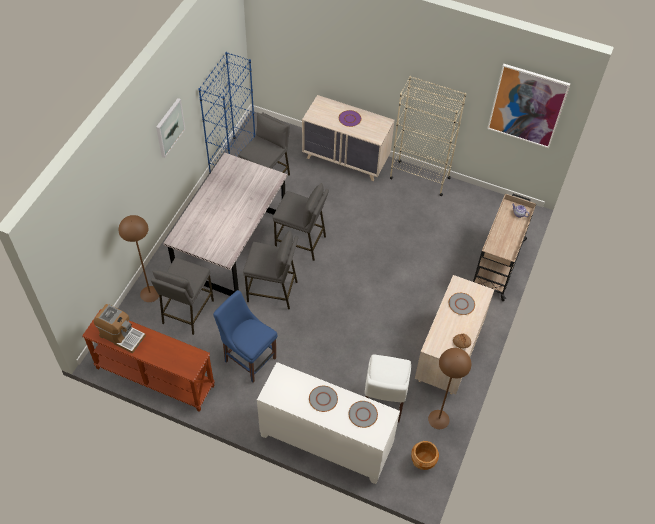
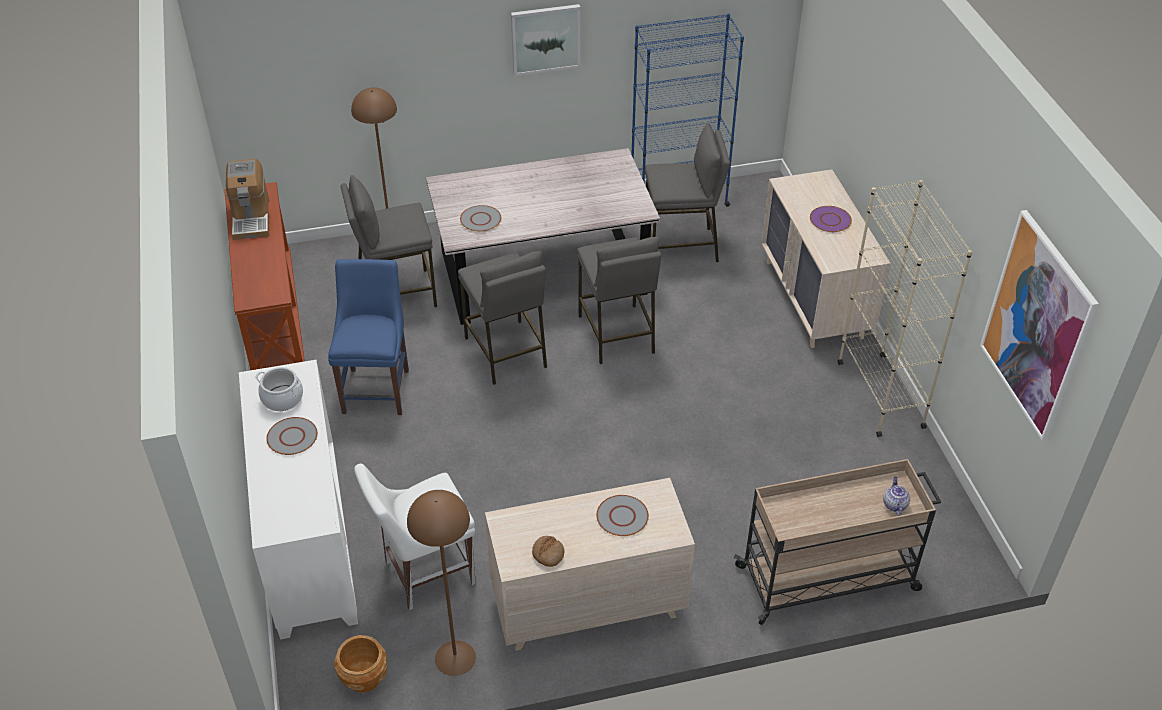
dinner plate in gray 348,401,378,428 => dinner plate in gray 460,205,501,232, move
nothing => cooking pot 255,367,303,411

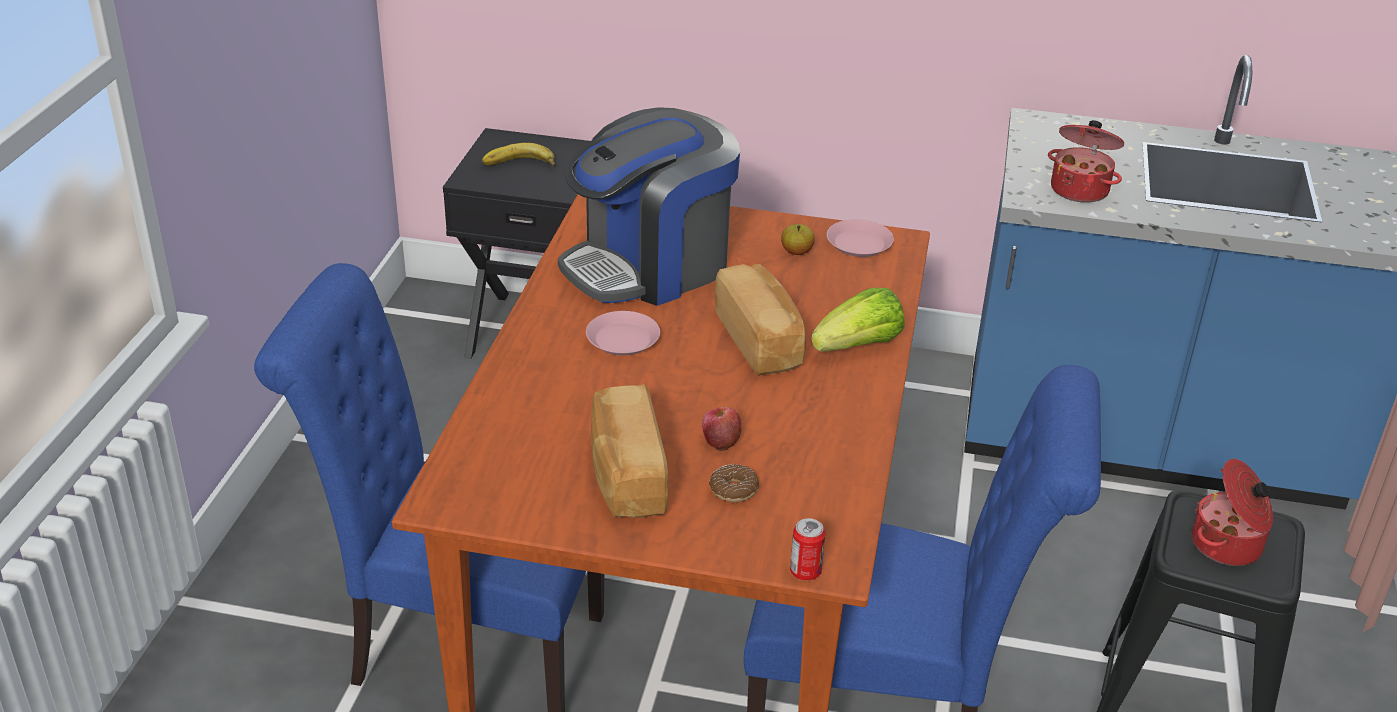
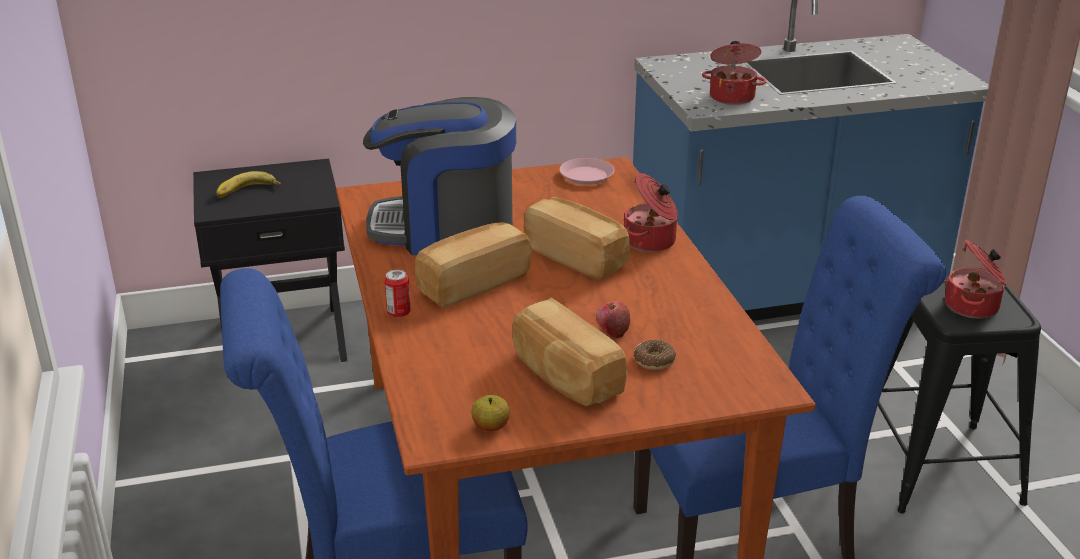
coffee brewer 558,107,740,306 => coffee brewer 363,97,516,255, 60 degrees clockwise
dinner plate in pink 586,311,660,355 => baked bread 415,222,532,307
whole apple 781,224,815,255 => whole apple 471,395,510,432, move
can 790,518,825,581 => can 384,270,411,318, move
lettuce 811,288,905,352 => cooking pot 623,173,678,252

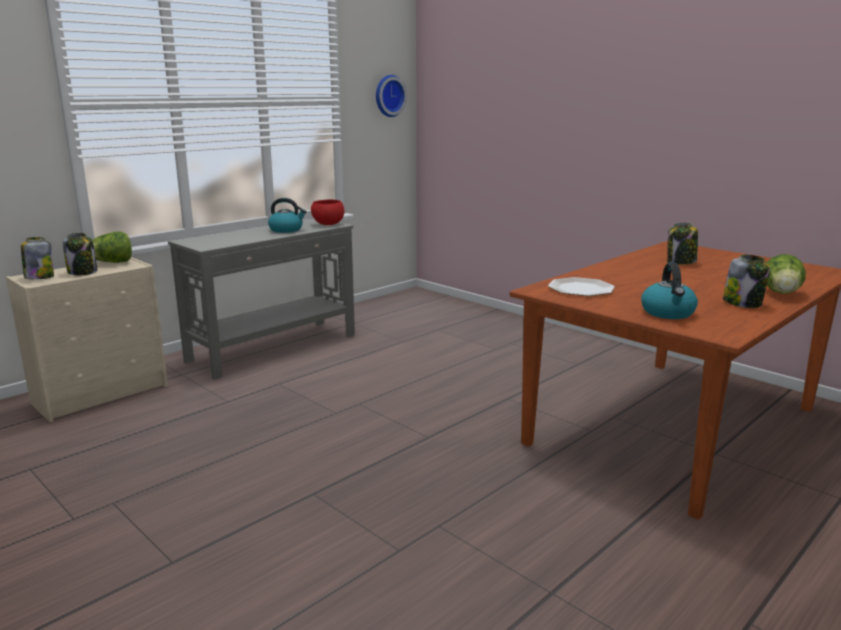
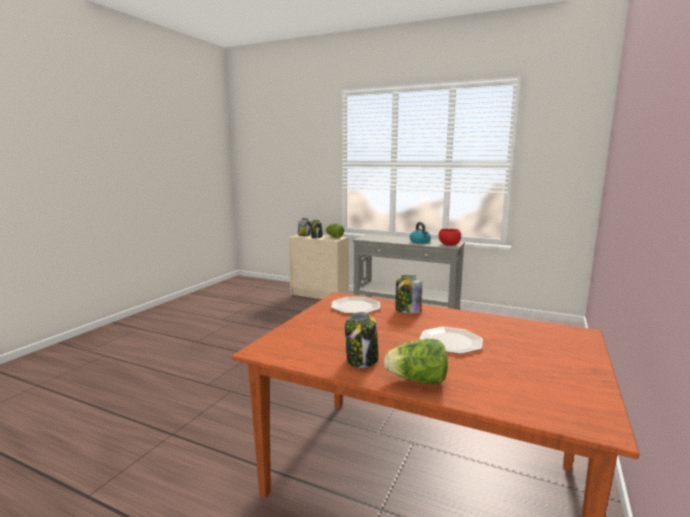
wall clock 376,75,407,117 => nothing
tea kettle 641,263,698,319 => nothing
jar 667,223,698,265 => jar 396,275,422,314, move
nothing => dinner plate 419,327,483,354

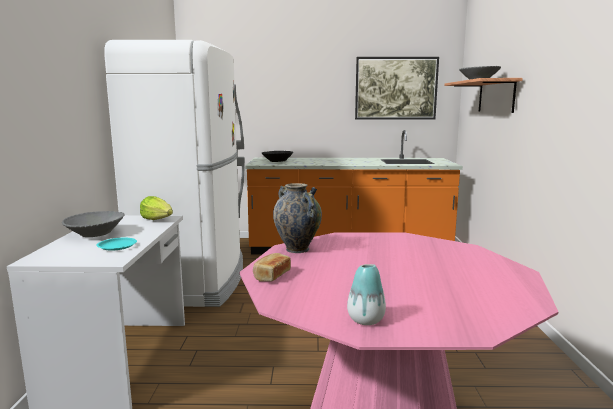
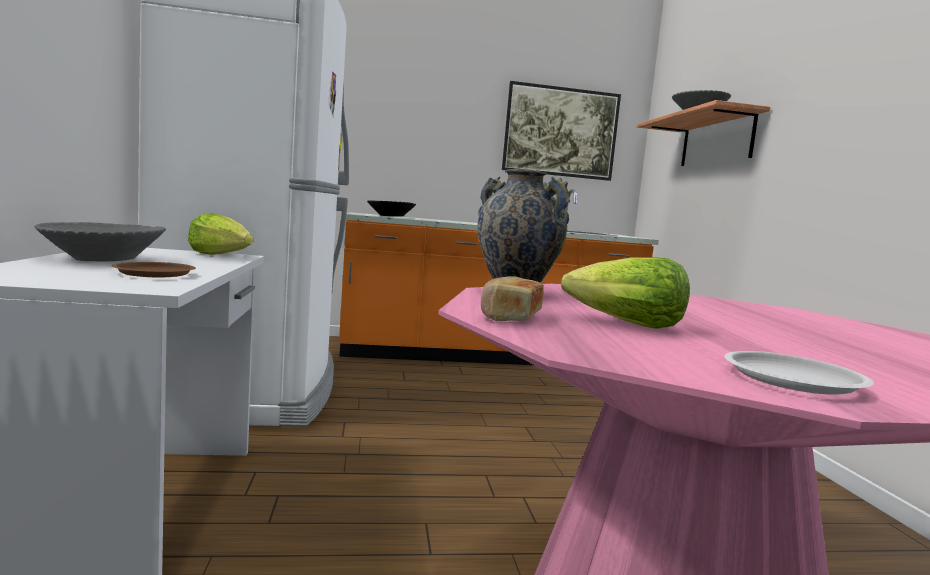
dinner plate in turquoise 96,238,137,251 => dinner plate in brownish 111,262,196,277
flower vase 347,264,386,325 => dinner plate in whitish 724,351,874,395
nothing => lettuce 561,257,690,329

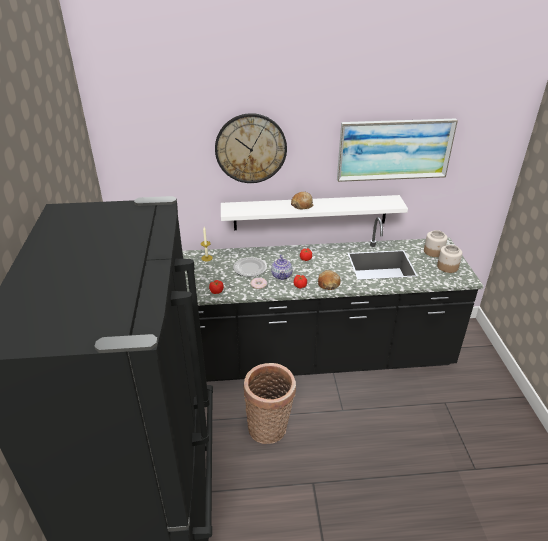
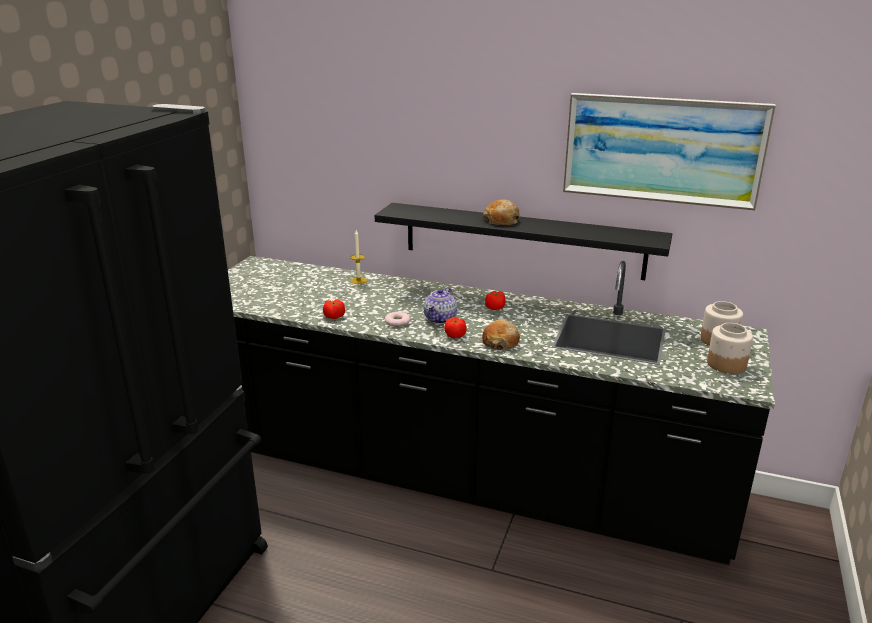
wall clock 215,113,287,183 => nothing
wall shelf in whitish 221,195,408,230 => wall shelf in black-coloured 375,203,672,280
dinner plate 233,257,267,277 => nothing
storage basket 243,363,296,444 => nothing

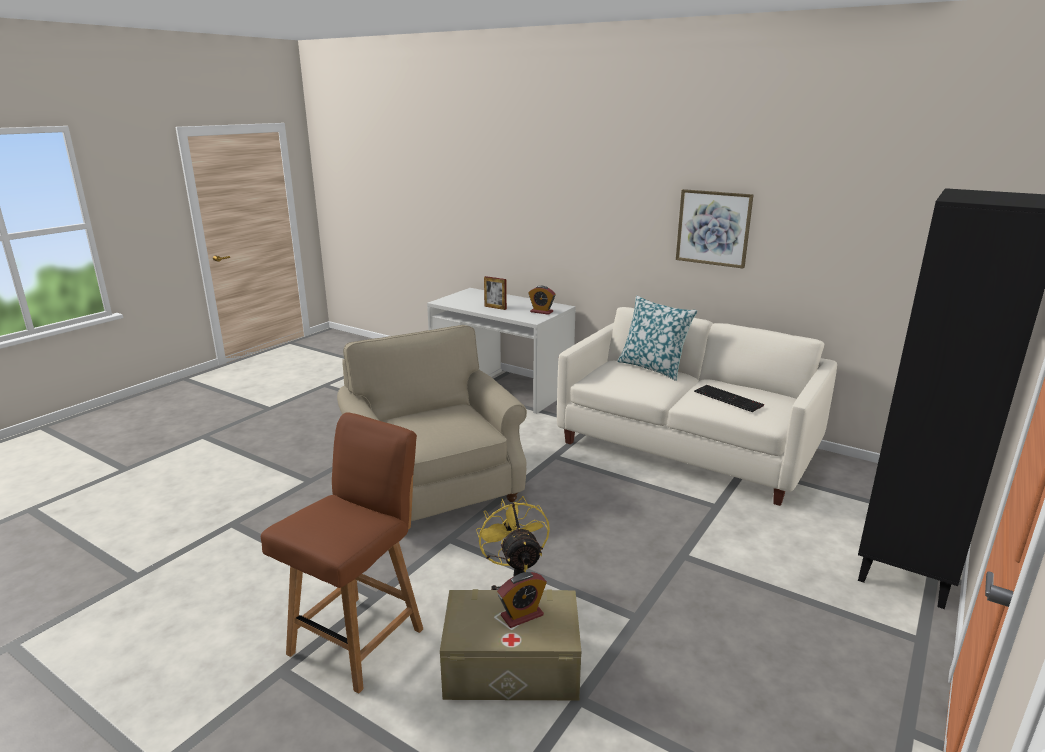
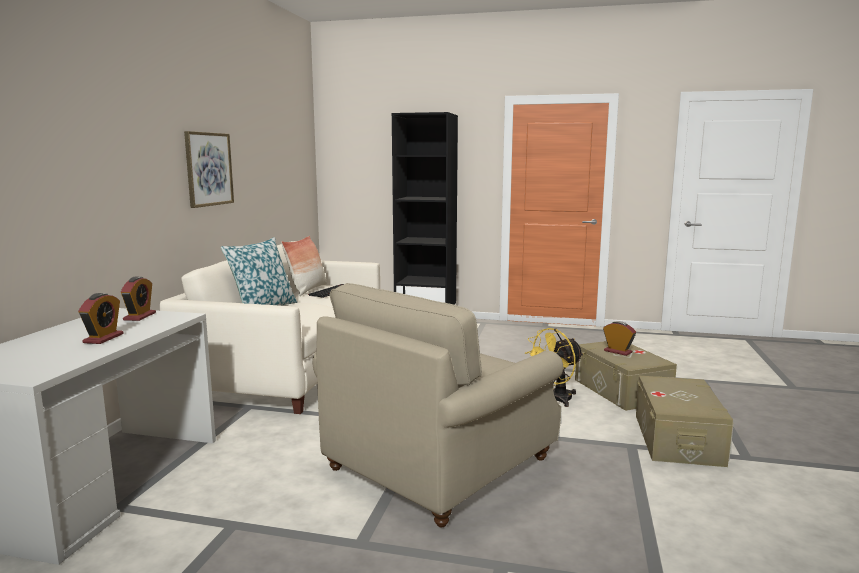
chair in brownish 261,412,423,693 => storage container in beige 636,376,734,467
standing frame 484,276,507,310 => bedside clock 78,293,124,344
nothing => pillow 281,236,327,296

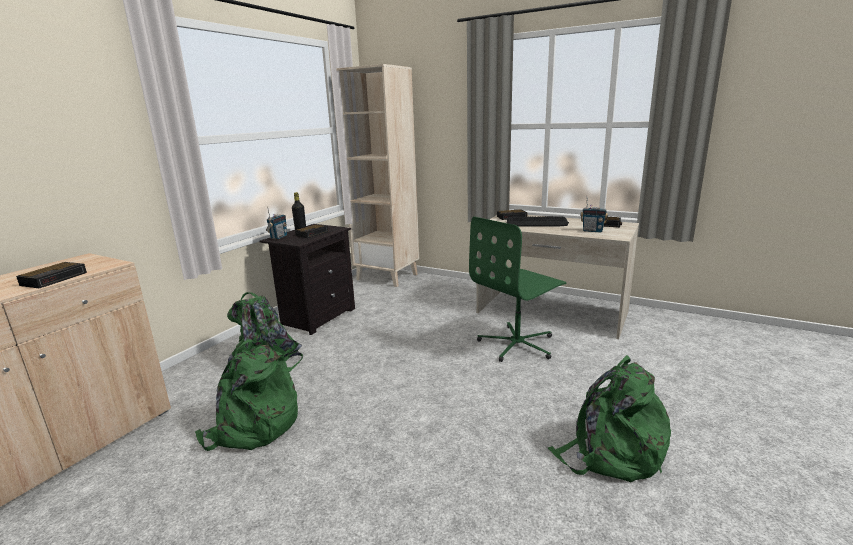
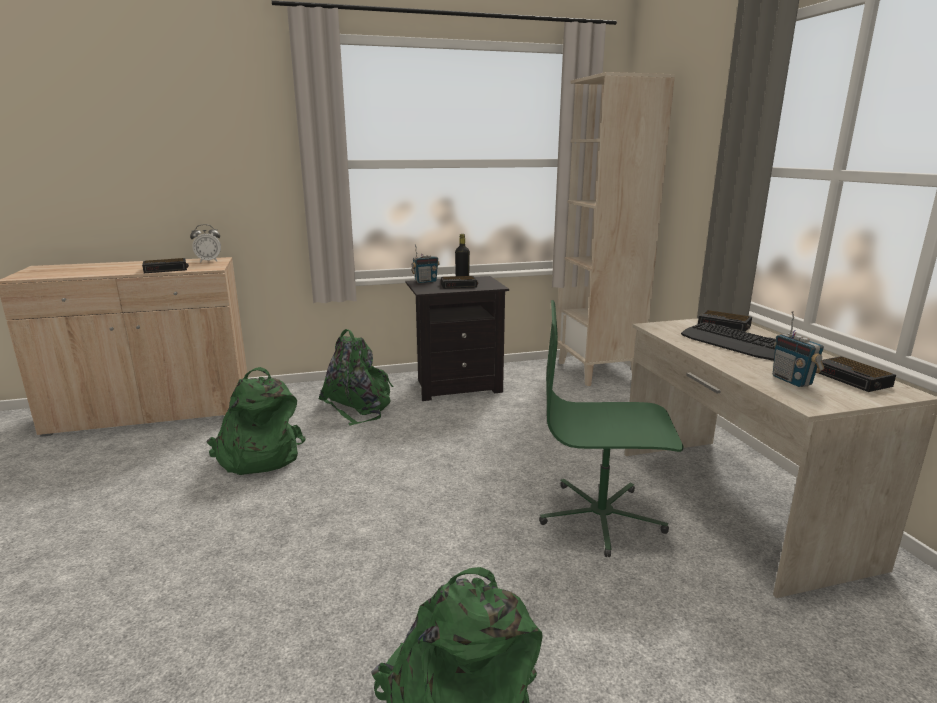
nothing => bedside clock 190,224,221,263

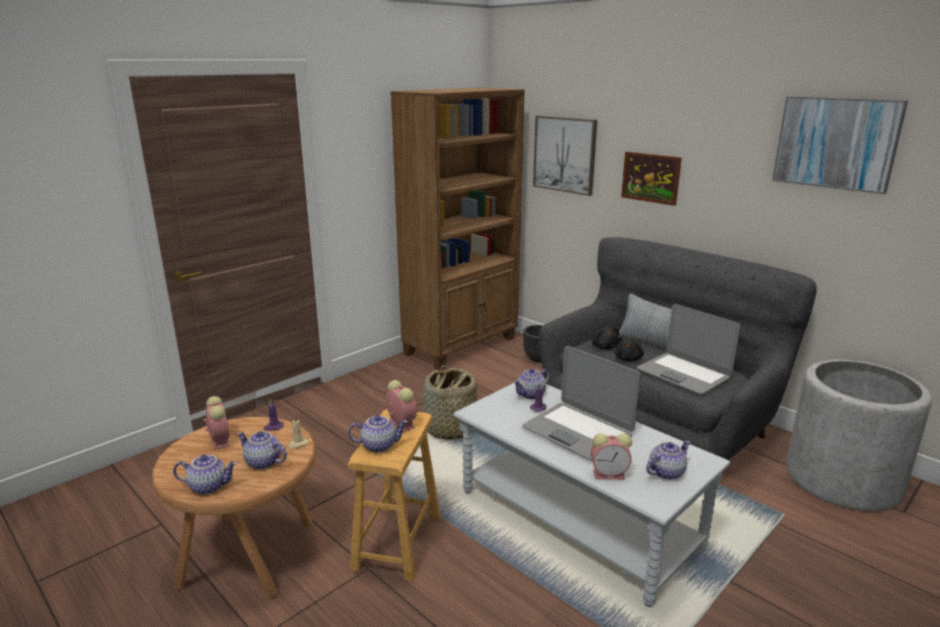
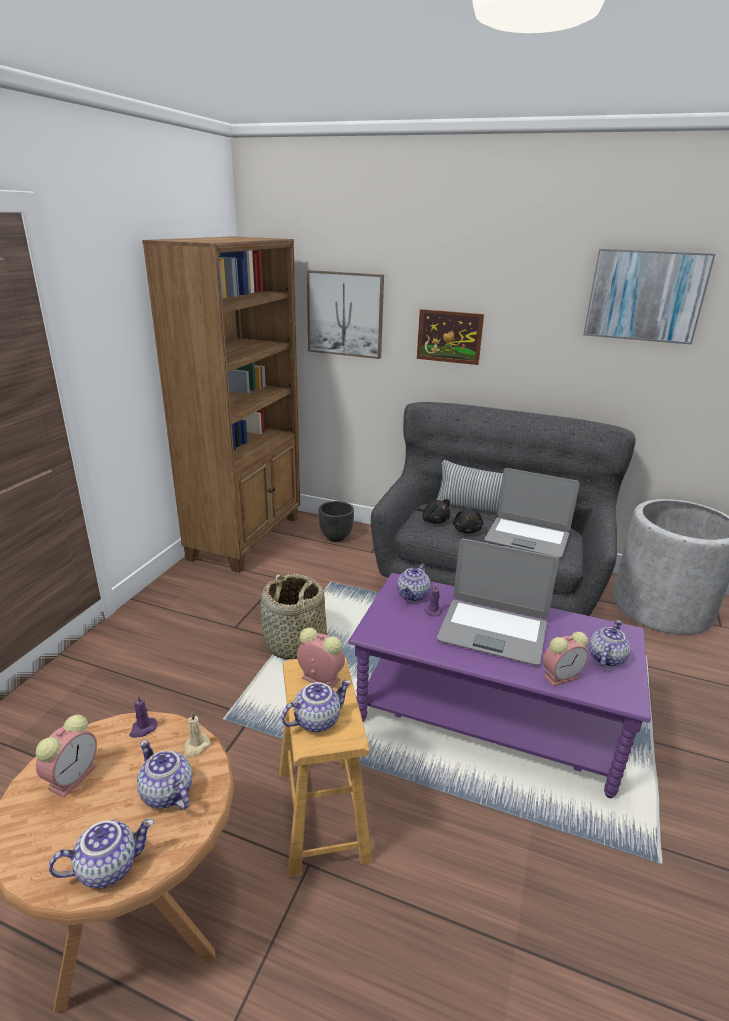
bedside clock 203,396,230,450 => bedside clock 36,715,97,798, 75 degrees clockwise
teapot 237,431,287,469 => teapot 137,740,192,810, 45 degrees clockwise
coffee table in gray 453,383,730,607 => coffee table in purple-coloured 349,573,651,798

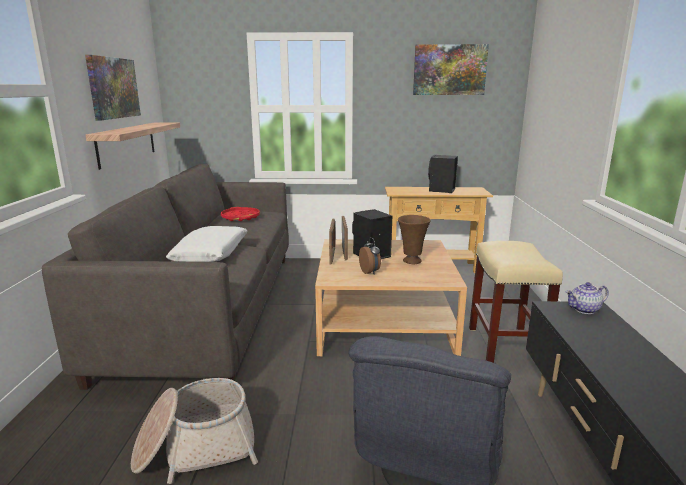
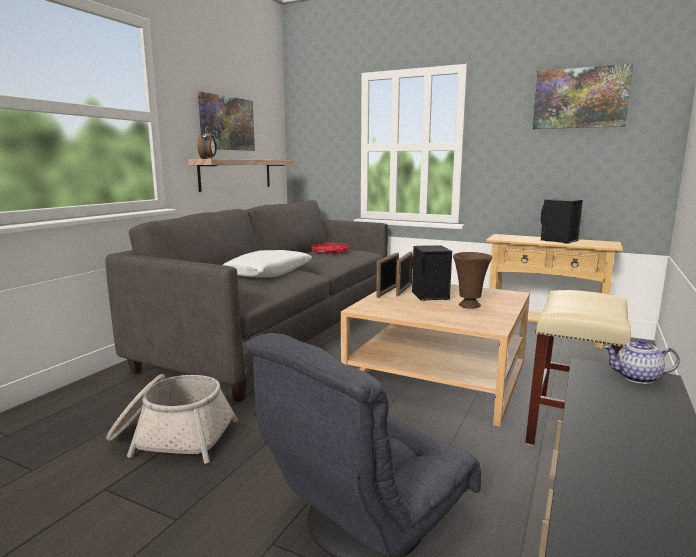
bedside clock 359,237,381,274 => bedside clock 197,126,217,159, move

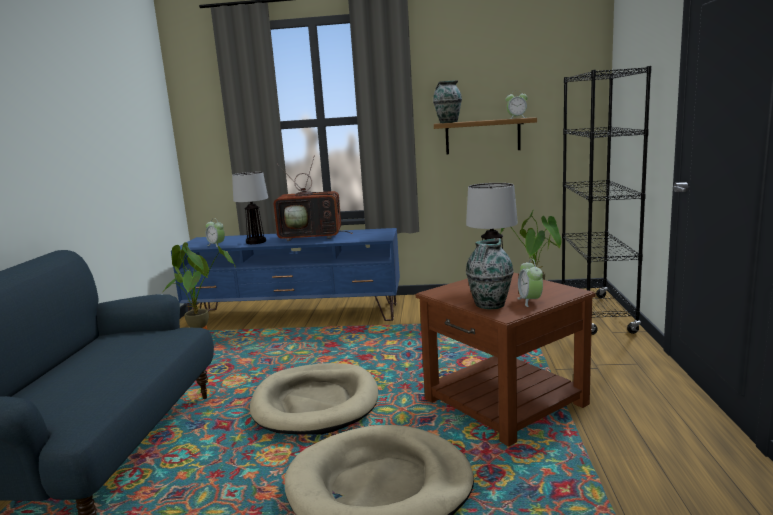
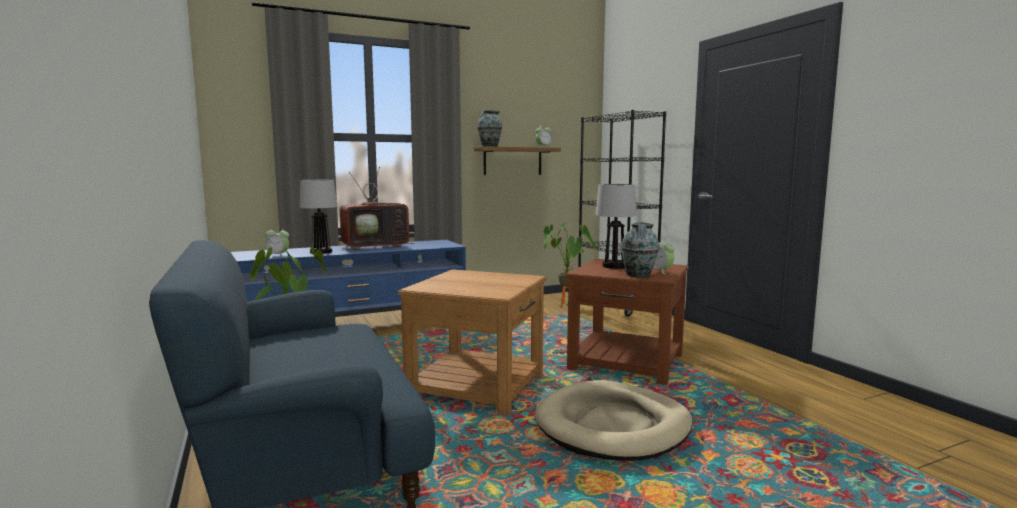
dog cushion in beige 250,363,378,435 => end table in brownish 398,269,547,415

